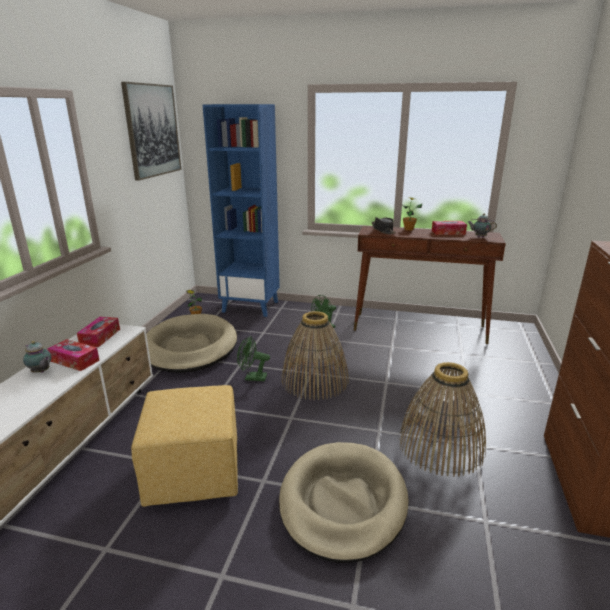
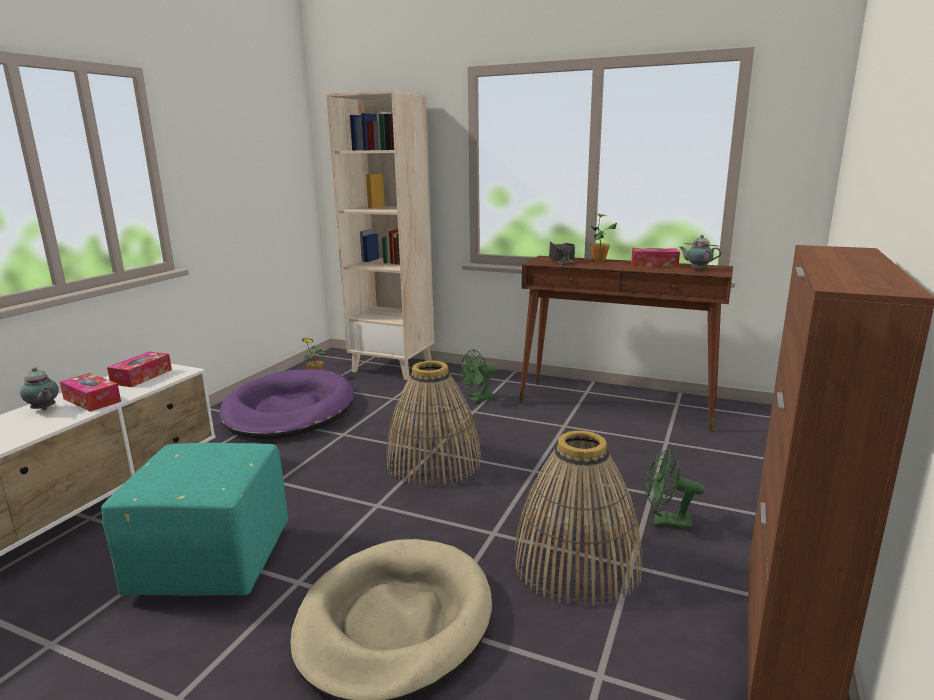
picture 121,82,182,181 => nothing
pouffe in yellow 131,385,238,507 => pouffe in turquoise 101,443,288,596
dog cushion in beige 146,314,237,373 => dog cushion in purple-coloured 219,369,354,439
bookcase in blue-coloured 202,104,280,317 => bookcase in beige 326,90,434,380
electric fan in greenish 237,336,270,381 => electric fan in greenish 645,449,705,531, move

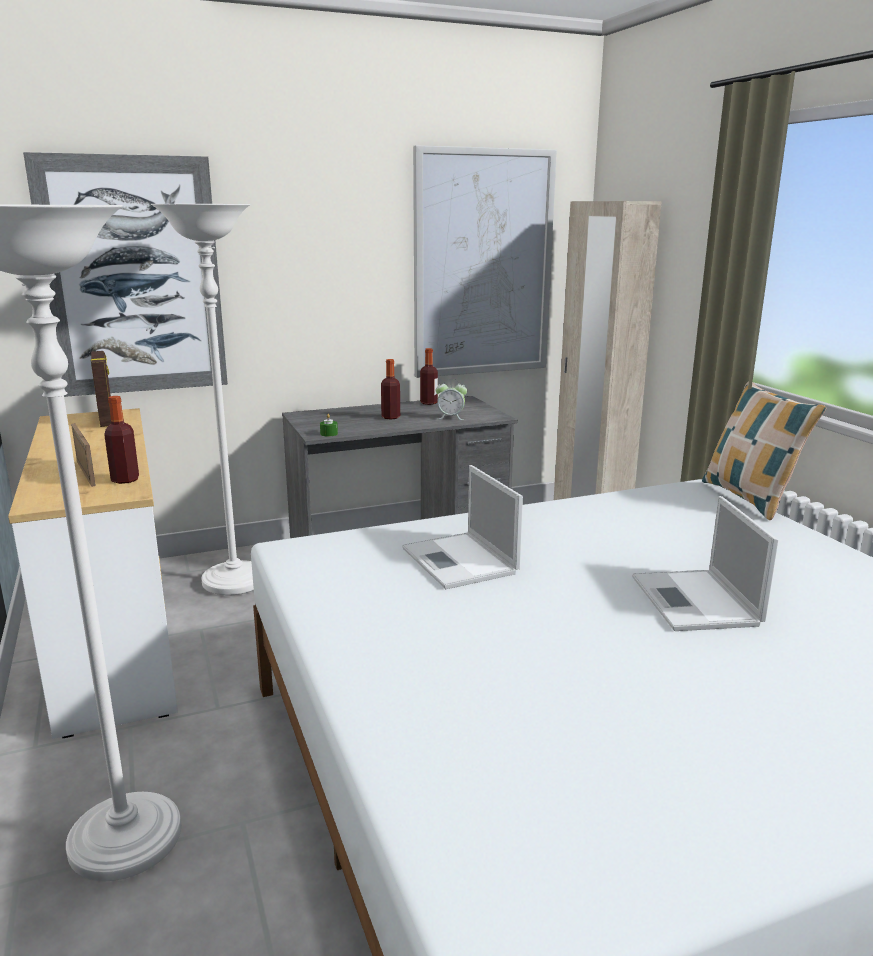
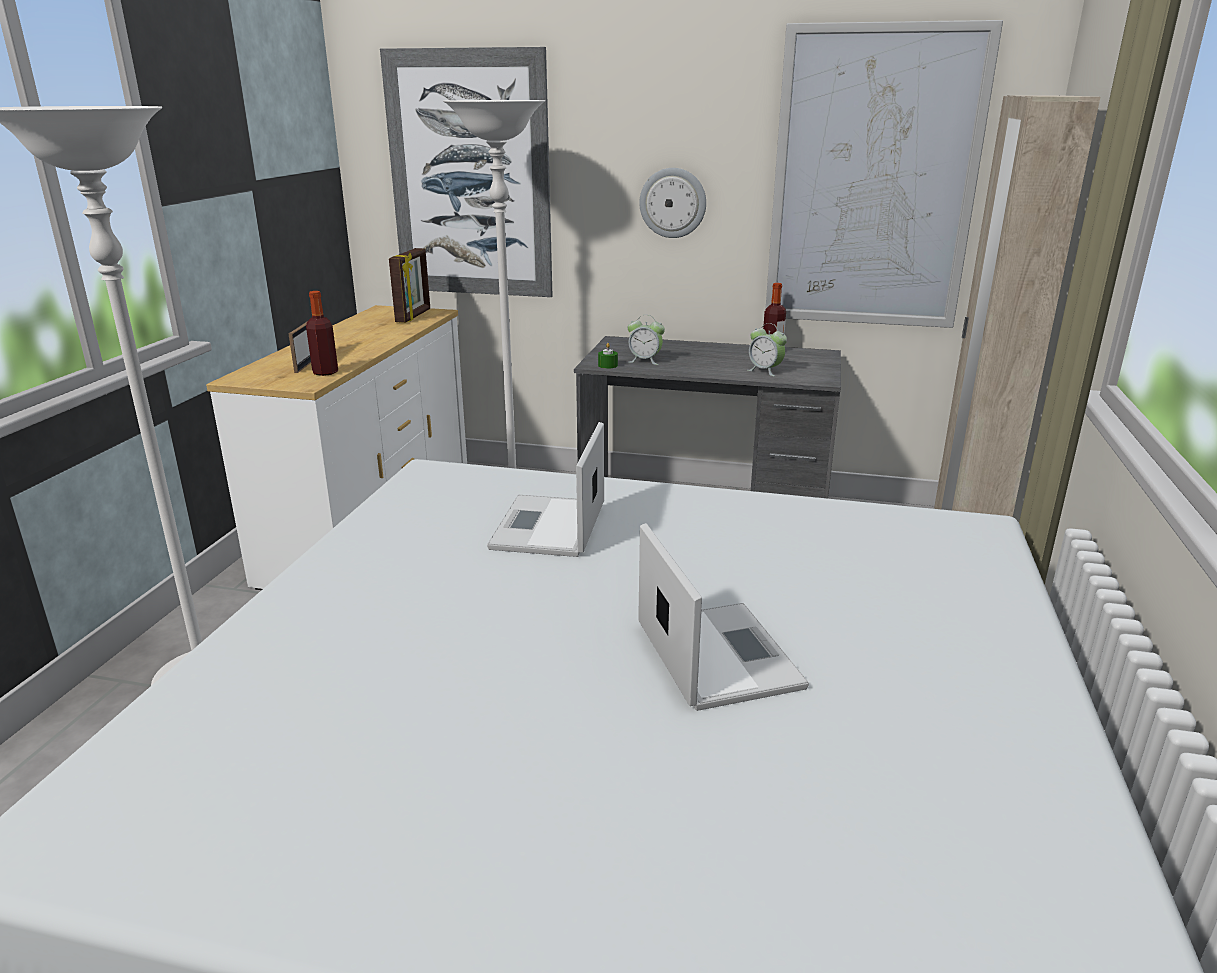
beverage bottle 381,359,400,420 => nothing
portable computer 632,496,778,631 => portable computer 638,523,809,711, 135 degrees clockwise
pillow 702,381,826,520 => nothing
nothing => bedside clock 628,315,665,365
nothing => wall clock 639,168,706,238

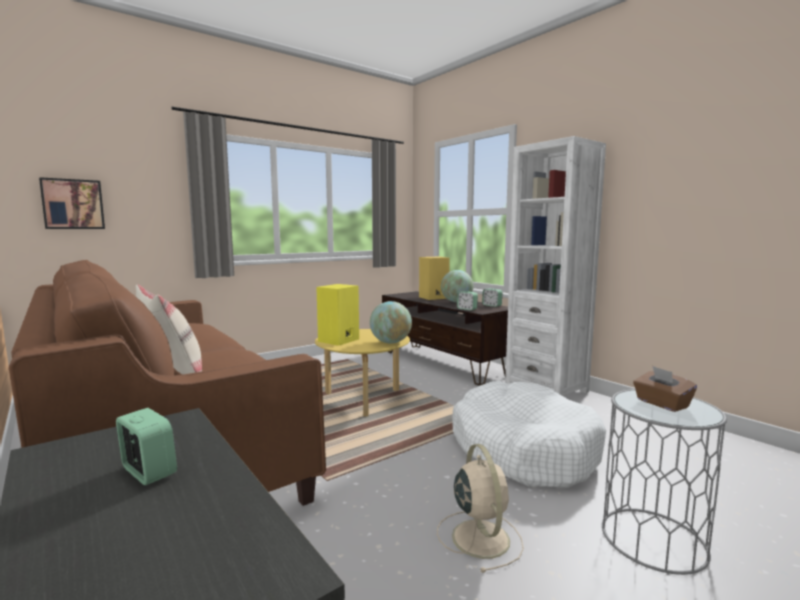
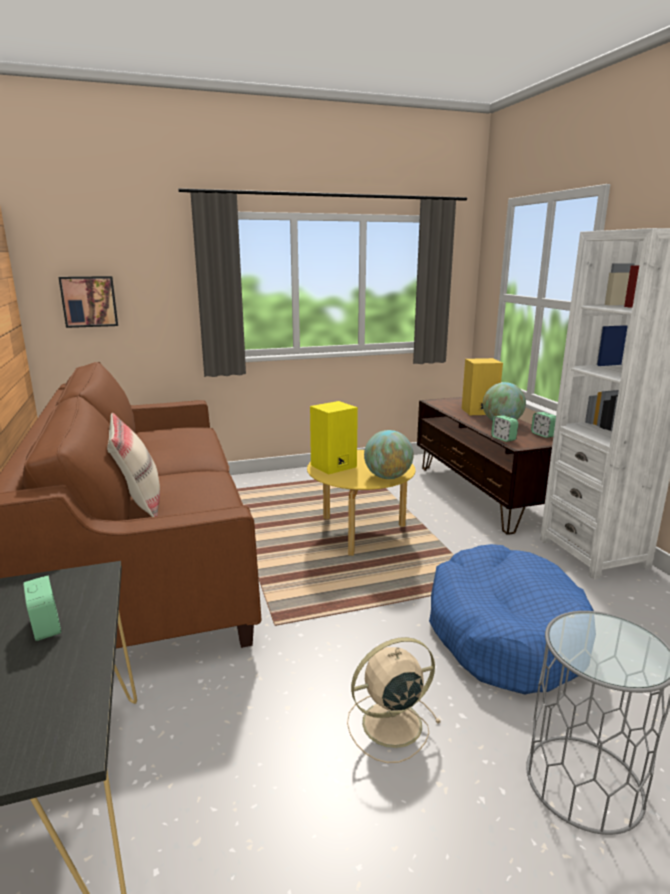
electric fan in beige 437,444,524,573 => electric fan in beige 347,637,441,763, 120 degrees counterclockwise
dog cushion in whitish 452,381,606,488 => dog cushion in blue-coloured 429,544,594,695
tissue box in brownish 633,366,697,412 => nothing

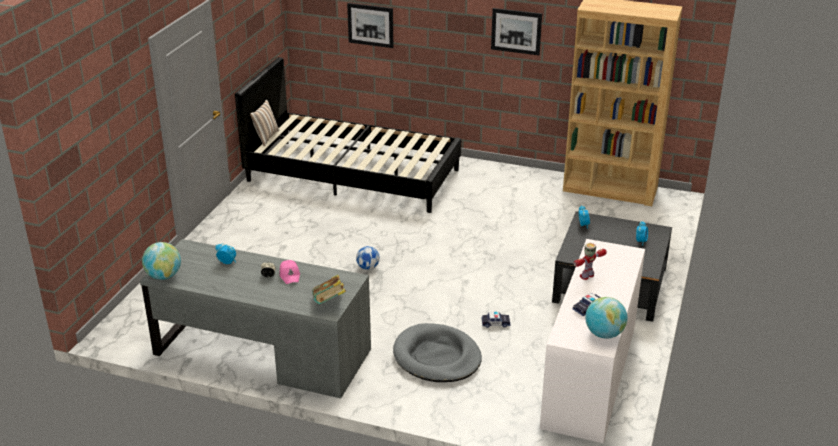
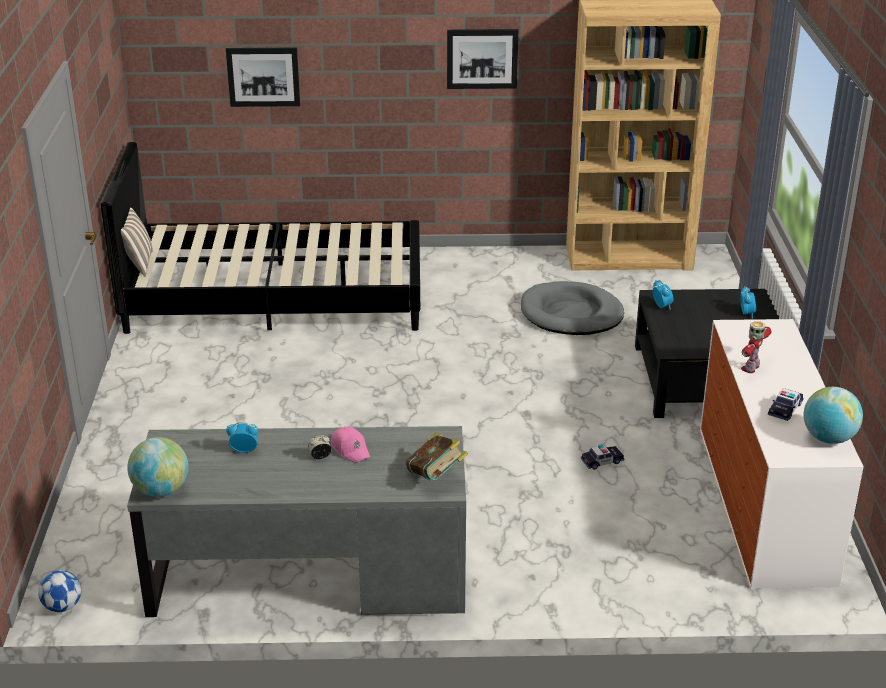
football 356,246,380,270 => football 38,570,81,612, move
dog cushion in gray 393,323,482,382 => dog cushion in gray 521,281,624,335, move

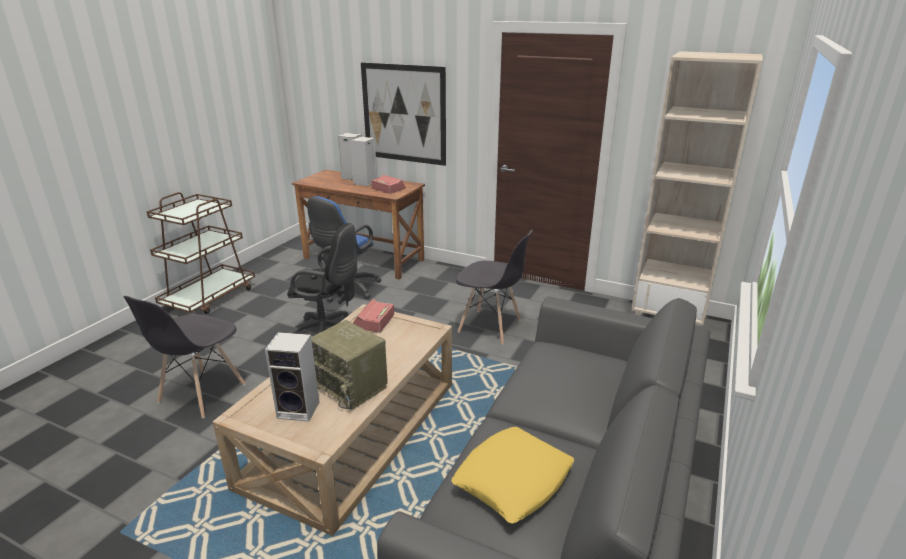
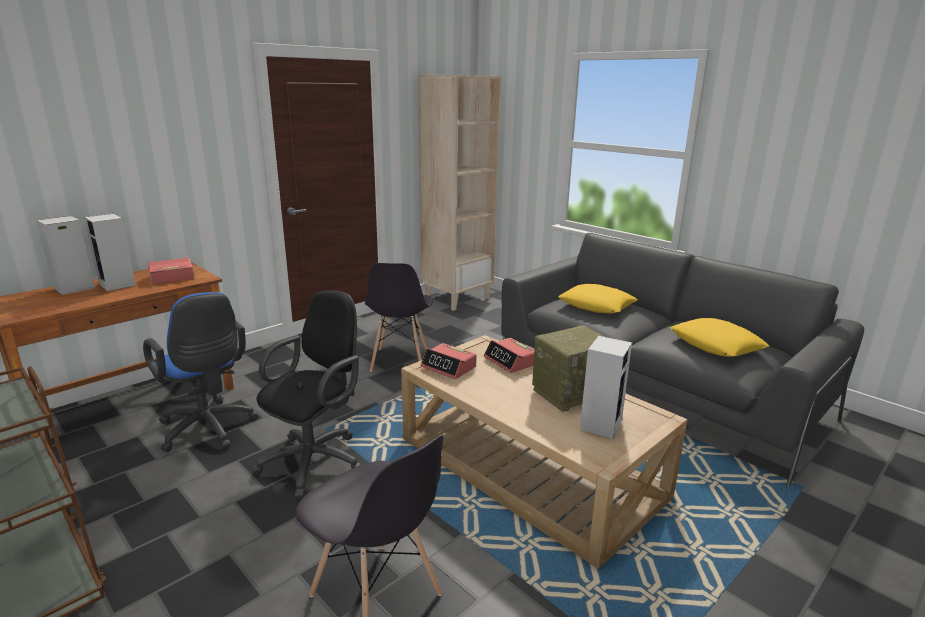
picture 361,62,446,166 => nothing
chair in gray 456,229,533,345 => chair in gray 365,263,433,372, 135 degrees clockwise
nothing => bedside clock 484,338,534,373
nothing => pillow in yellow 558,284,638,314

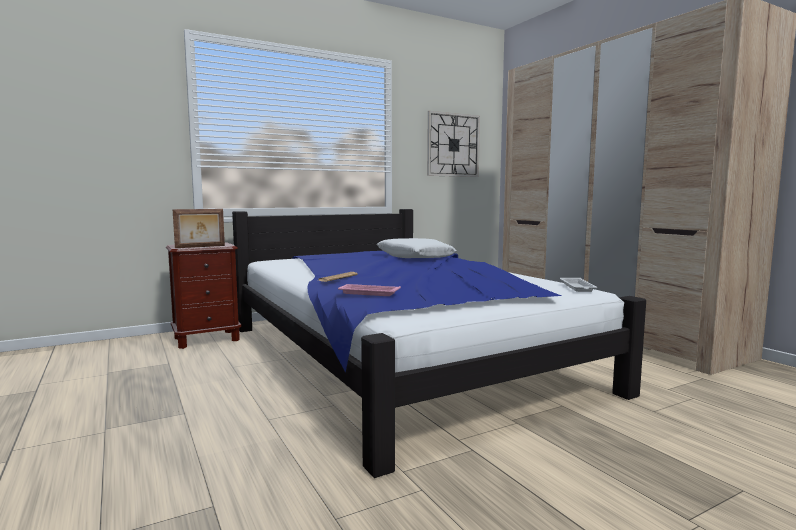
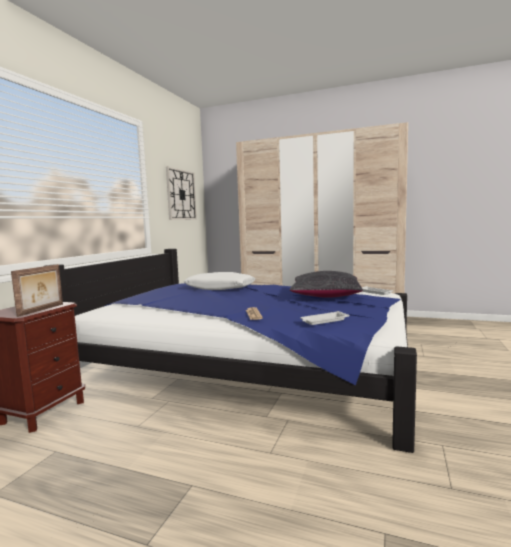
serving tray in pink 338,284,401,296 => serving tray in whitish 300,311,349,325
nothing => pillow in black-coloured 290,271,363,298

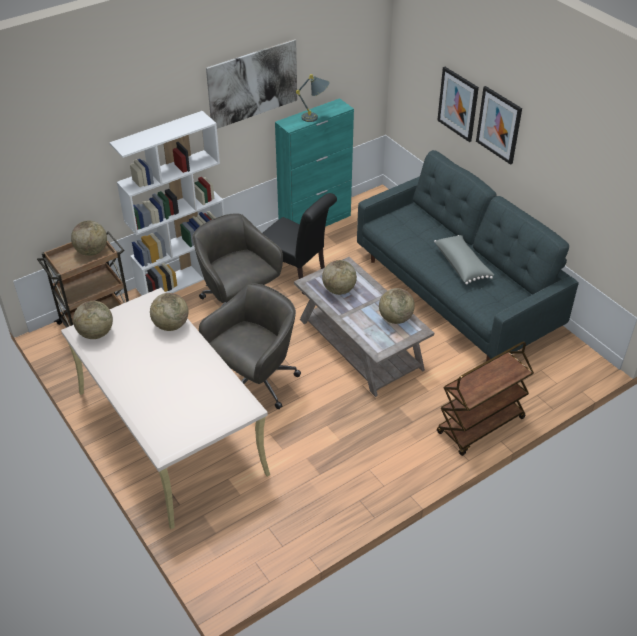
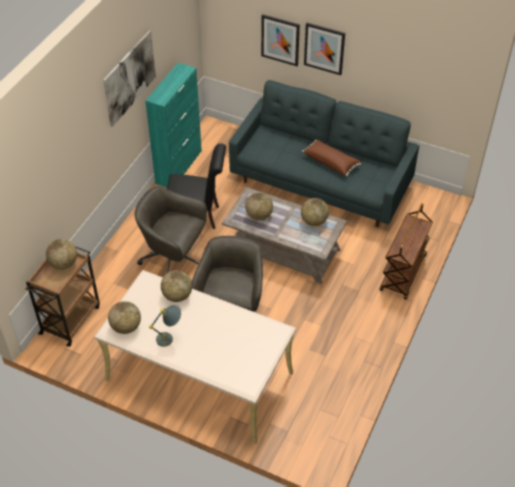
bookcase in whitish 109,111,224,295 => nothing
table lamp in gray 296,74,329,122 => table lamp in gray 149,305,181,347, move
pillow in gray 434,235,494,285 => pillow in brownish 302,139,361,176

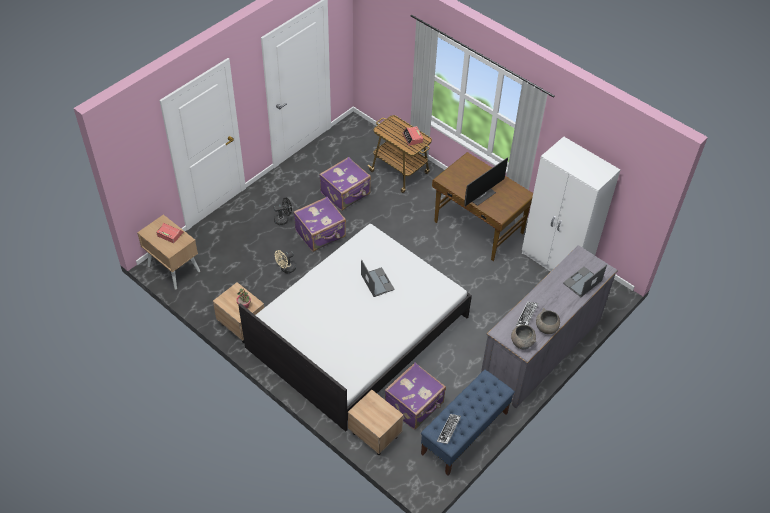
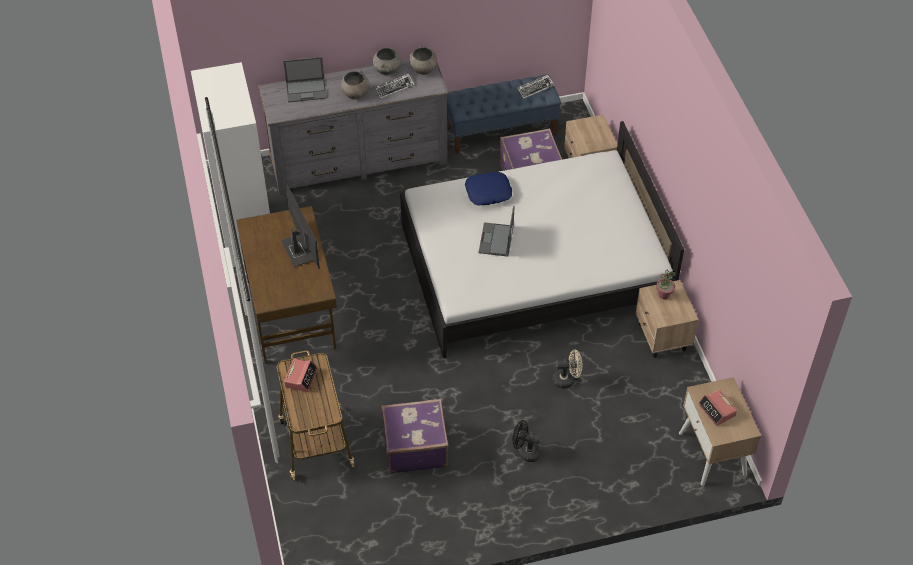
travel case in purple-coloured 293,197,346,252 => nothing
computer screen 464,157,508,206 => computer screen 281,185,320,269, 75 degrees clockwise
nothing => bowl in gray 341,70,369,100
nothing => pillow in blue-coloured 465,172,512,206

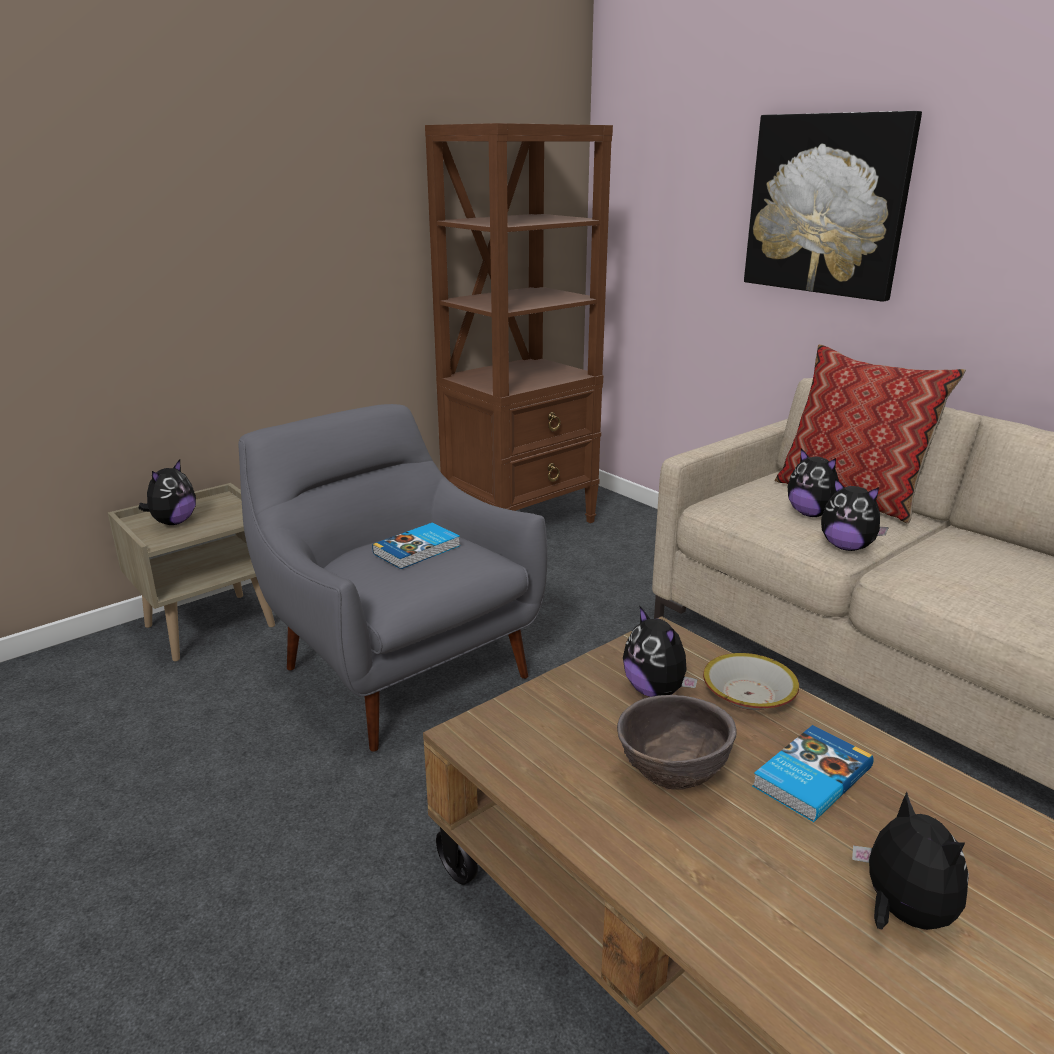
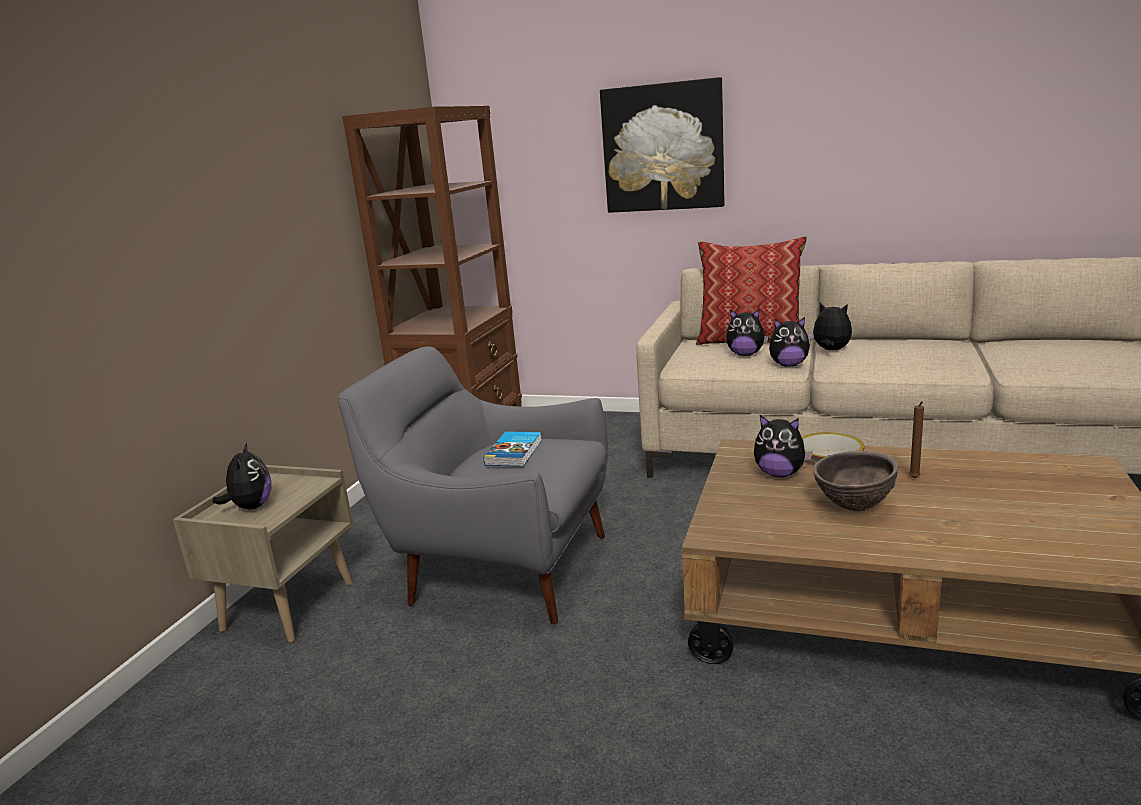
volume 752,725,873,822 => candle in brownish 909,401,924,478
cuddly toy 852,792,969,930 => cuddly toy 807,303,852,350, move

